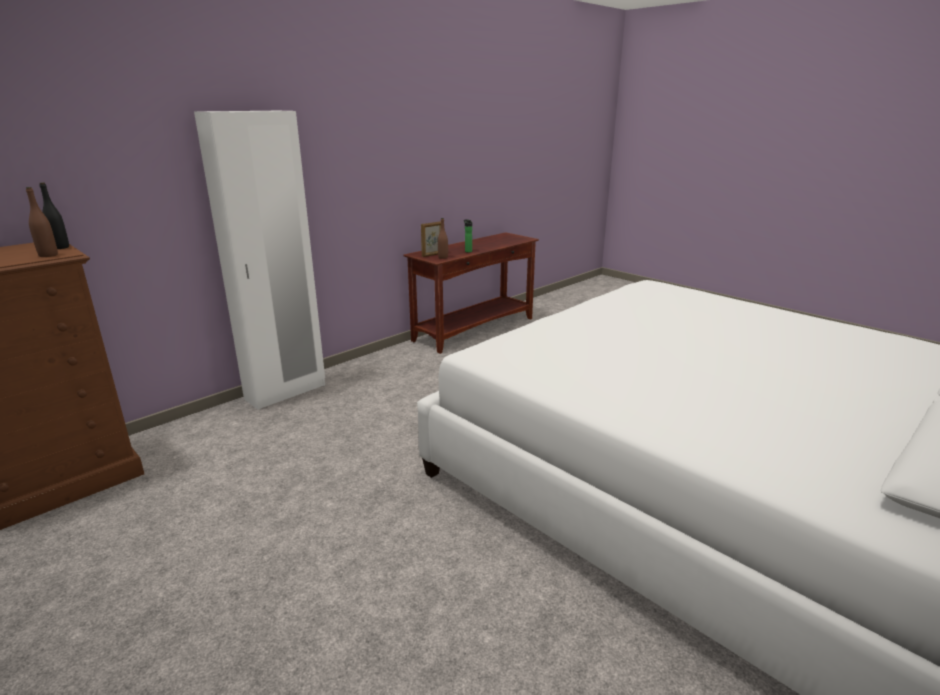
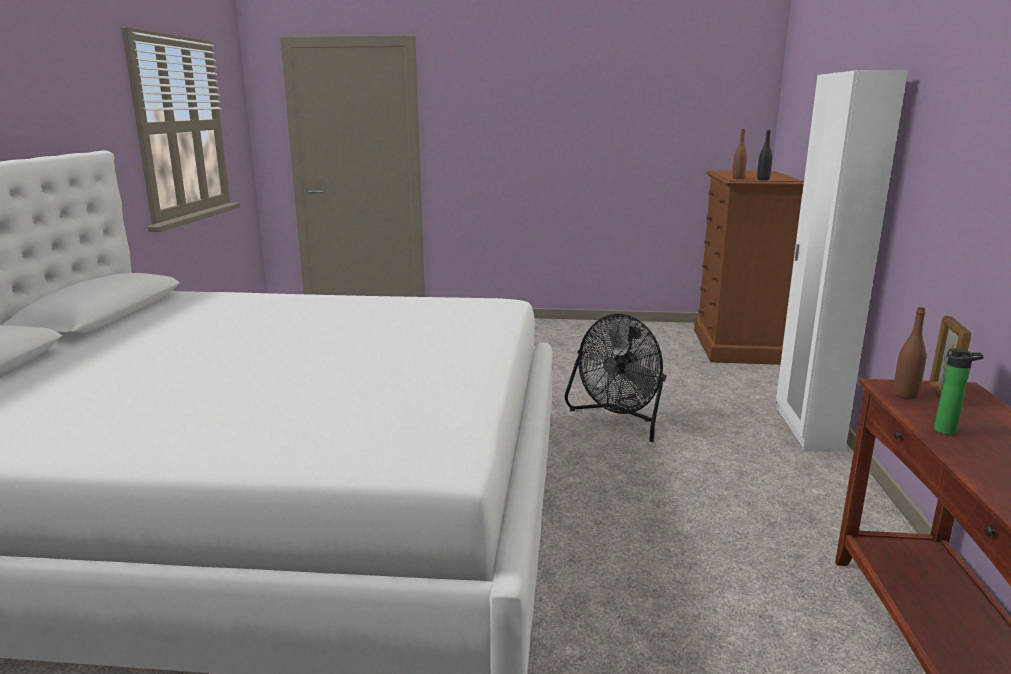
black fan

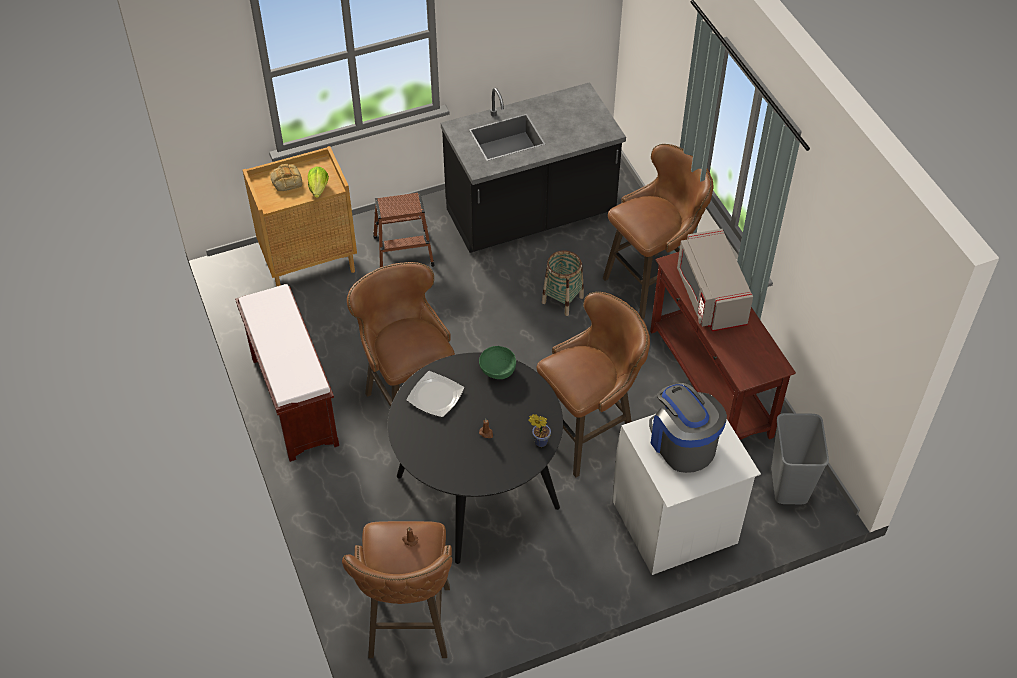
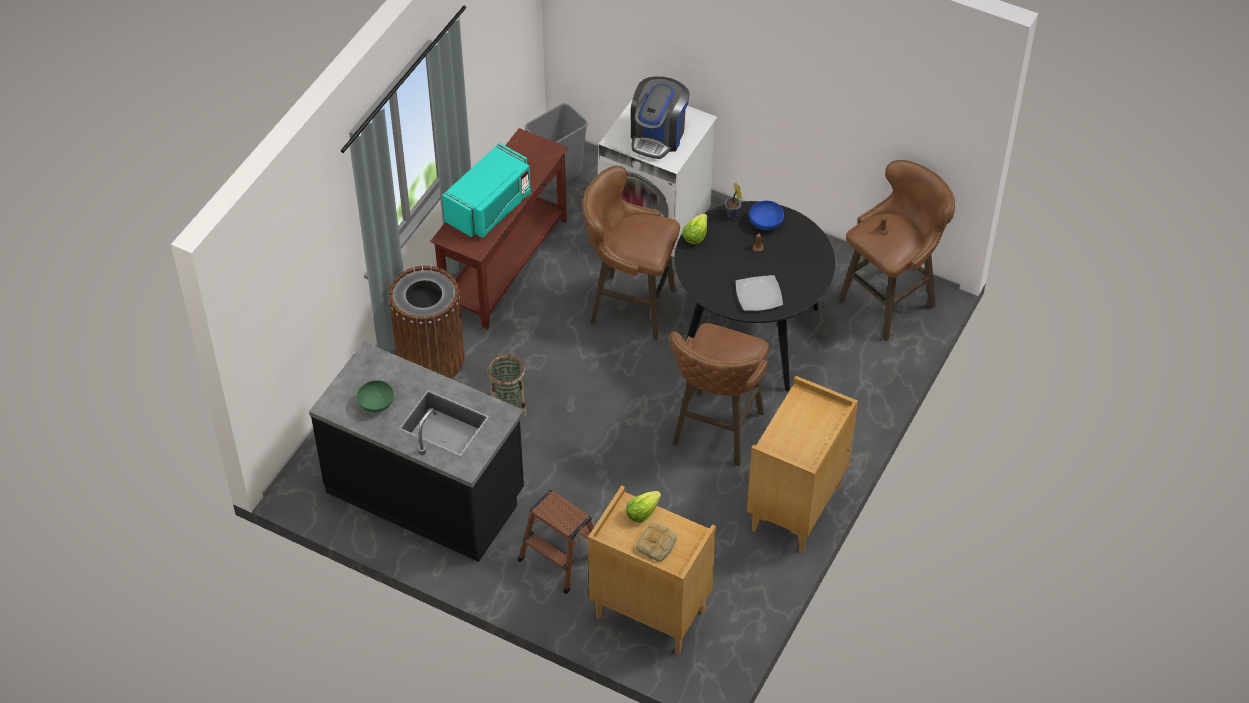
brown-coloured trash can
blue-green microwave
brown-coloured cabinet (no. 2 from left)
green bowl
bluish bowl
lettuce (no. 2 from left)

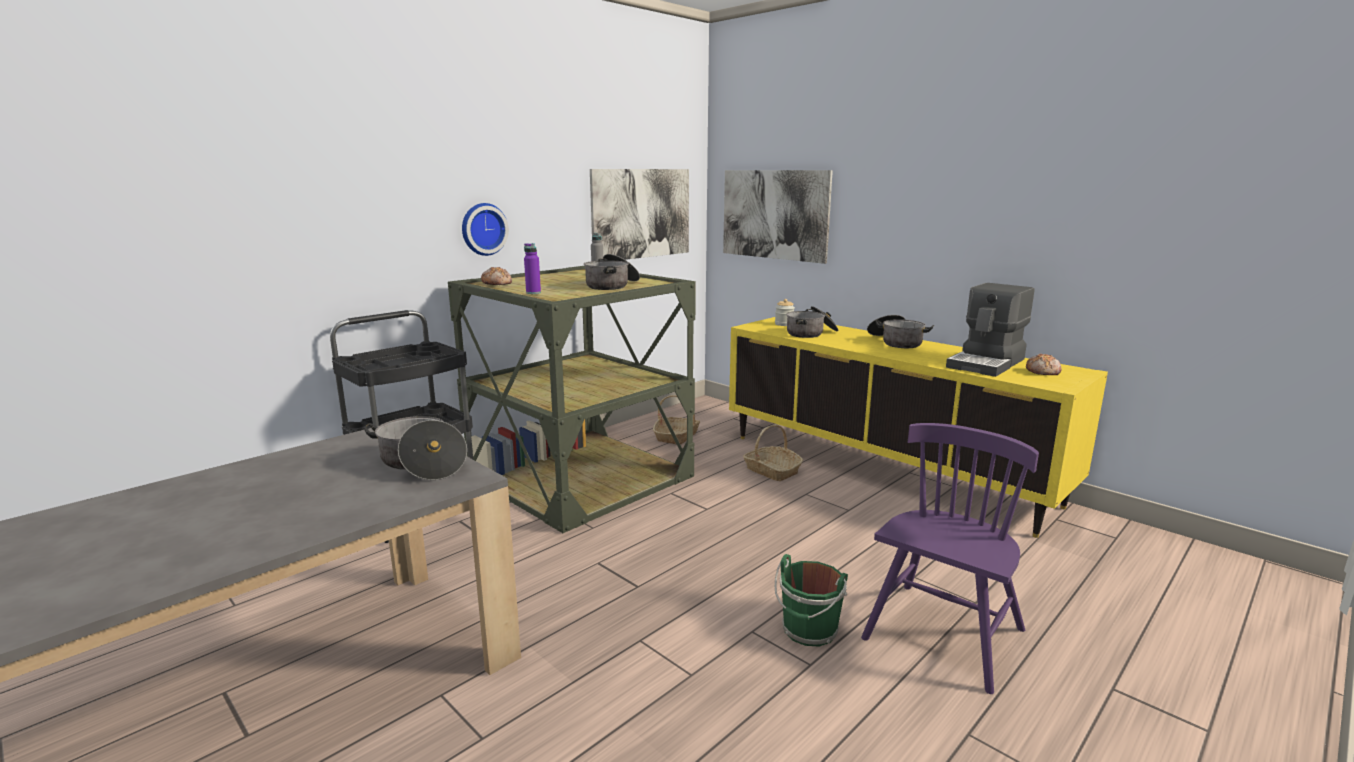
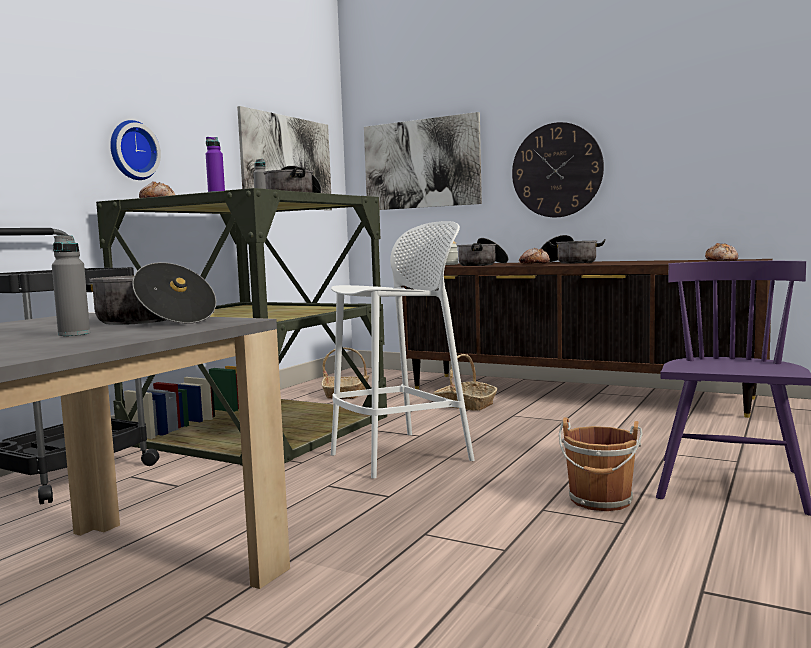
coffee maker
brown-coloured cabinet
brown-coloured water bucket
wall clock (no. 2 from left)
white-coloured stool
greyish beverage bottle (no. 1 from left)
baked bread (no. 2 from left)

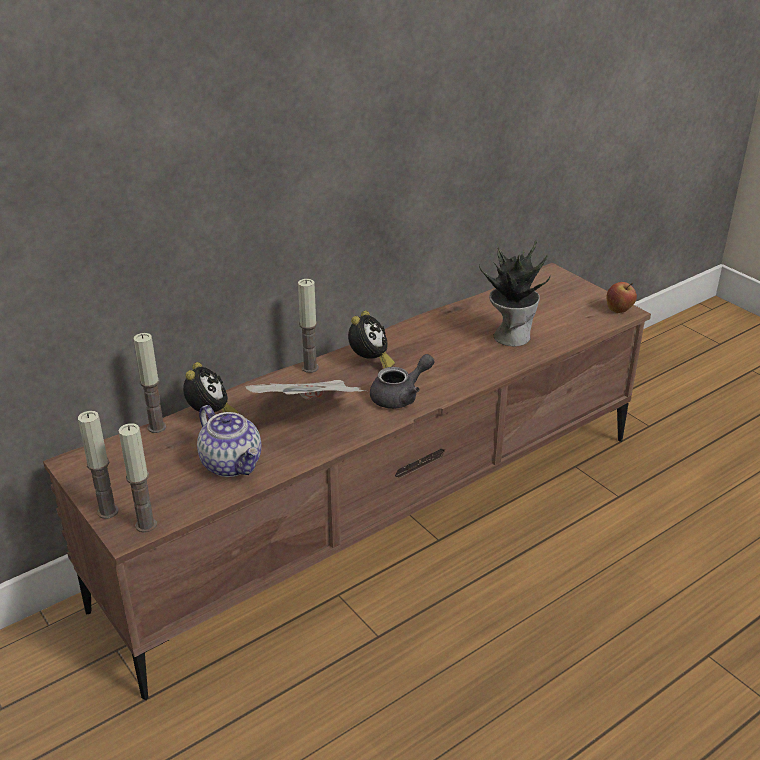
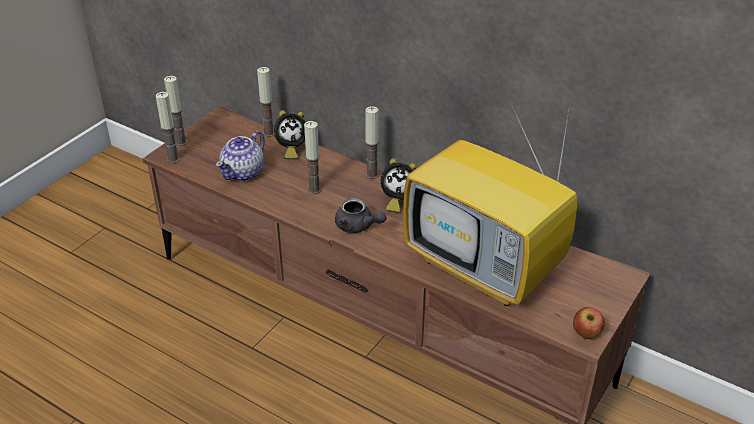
TV
wax light (no. 4 from left)

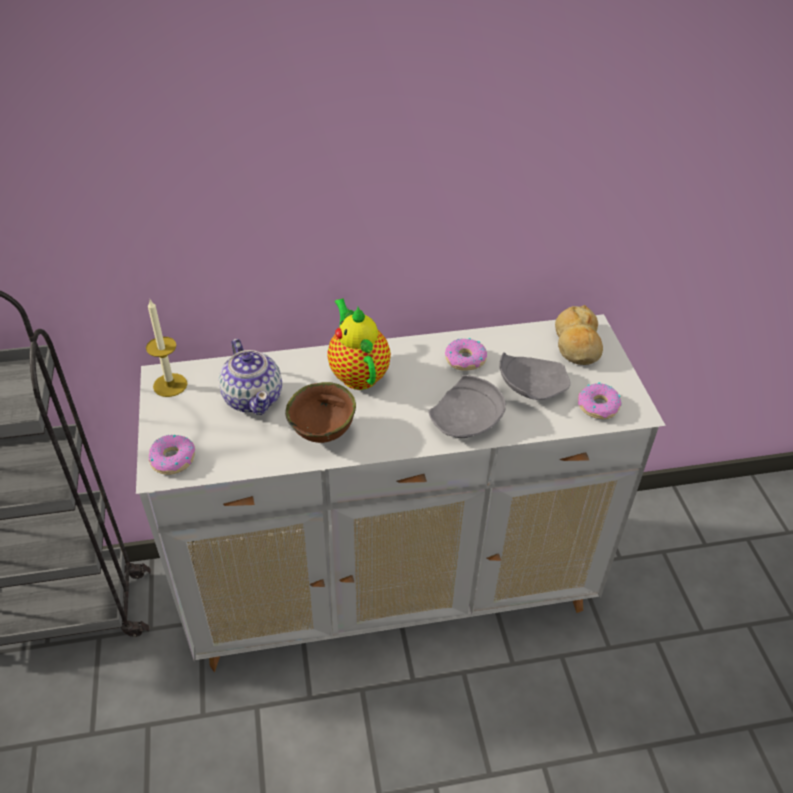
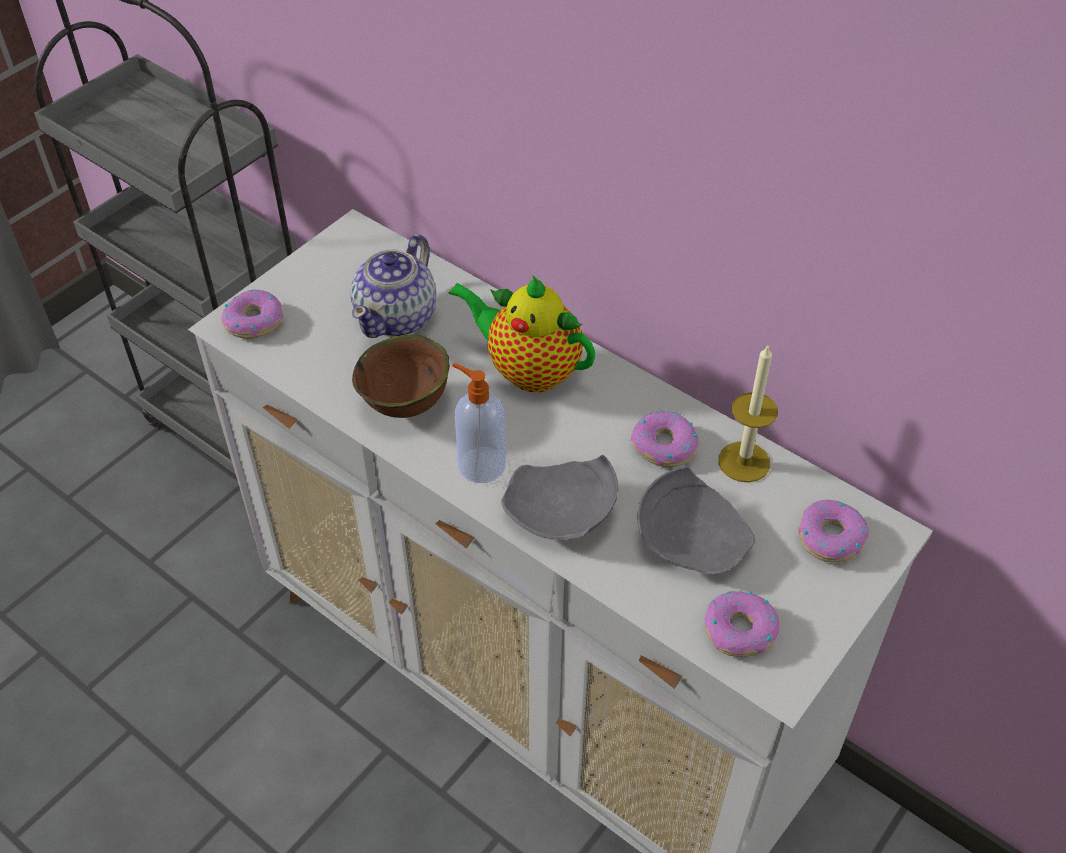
teapot (no. 2 from left)
wax light
ring doughnut (no. 4 from left)
liquid soap bottle

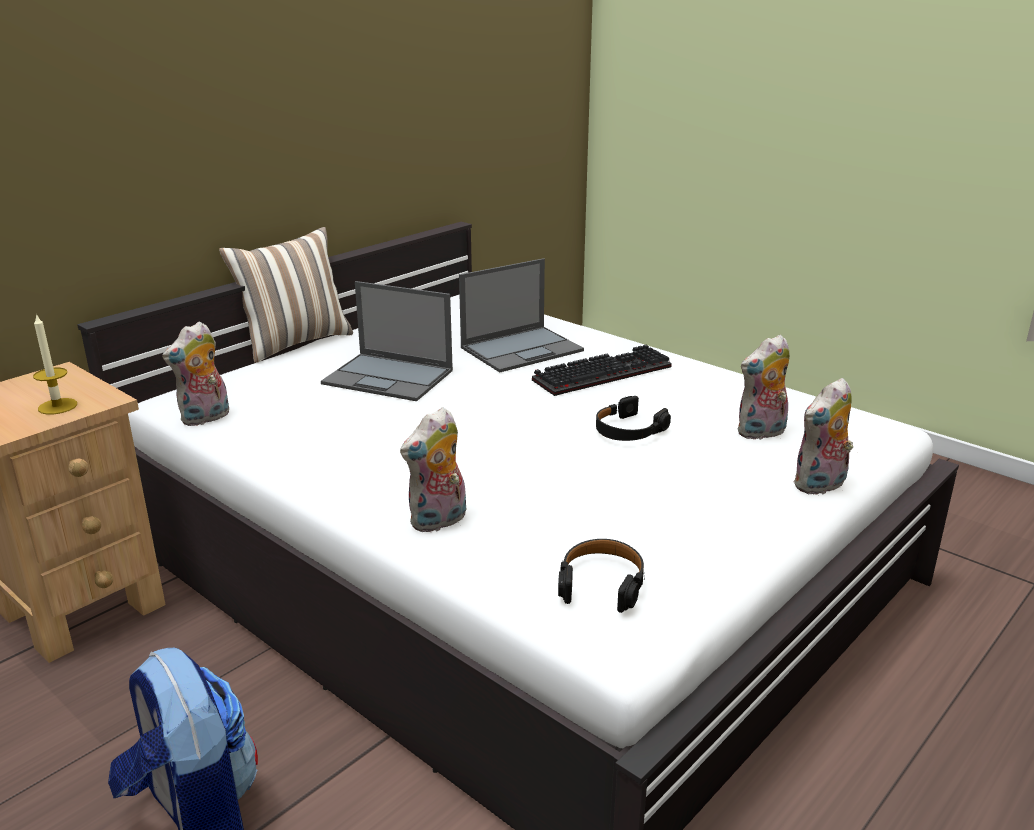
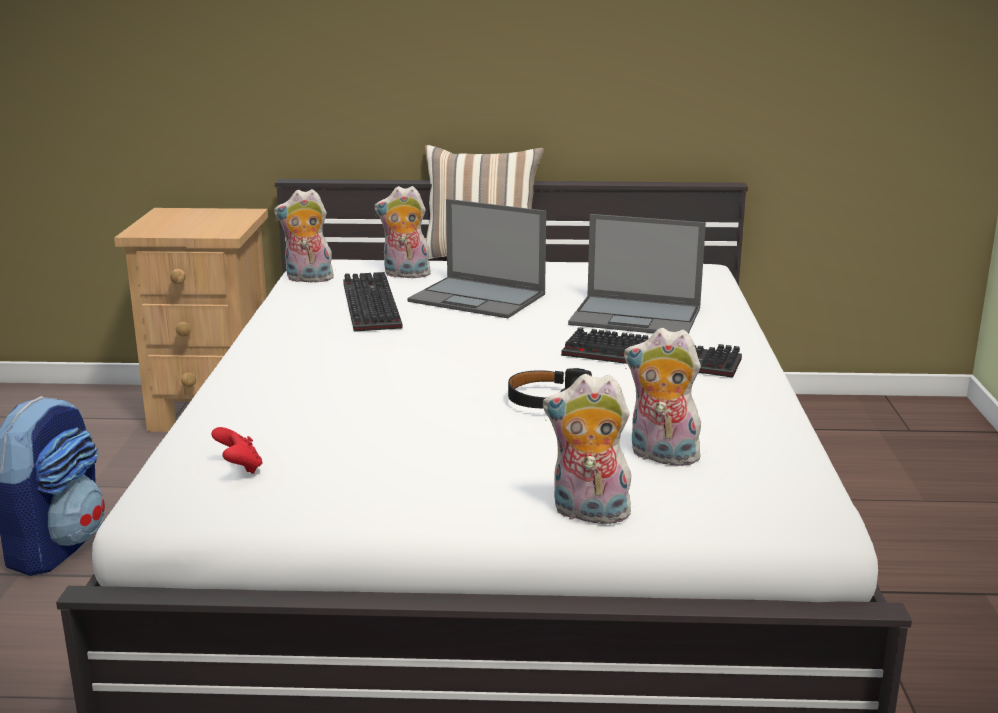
laptop (no. 1 from left)
wax light
plush toy (no. 2 from left)
reddish joypad
keyboard (no. 1 from left)

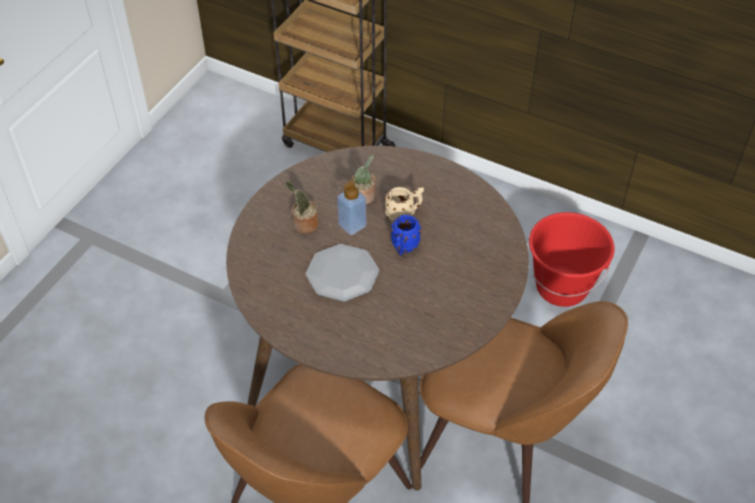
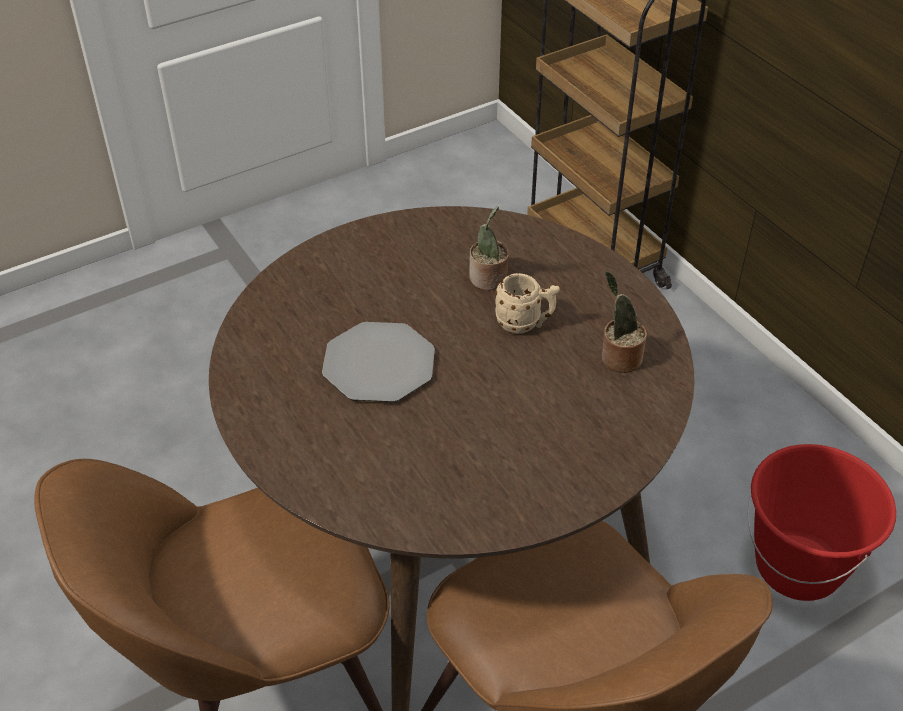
liquid soap bottle
houseplant (no. 2 from left)
bluish tea mug

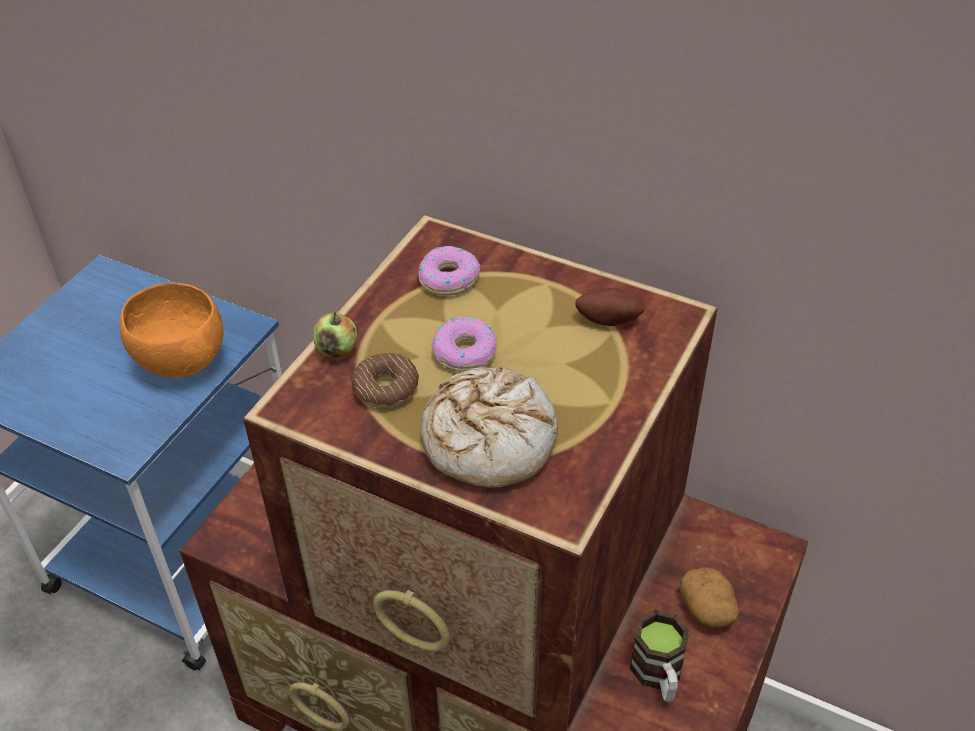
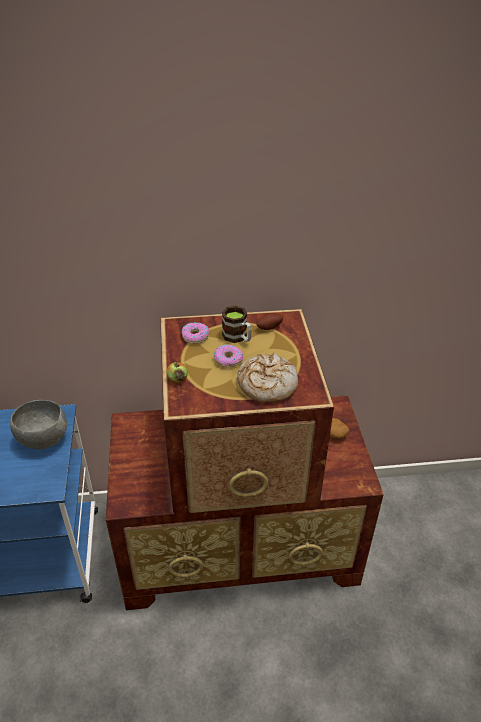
greyish bowl
ring doughnut (no. 1 from left in the first image)
tea mug

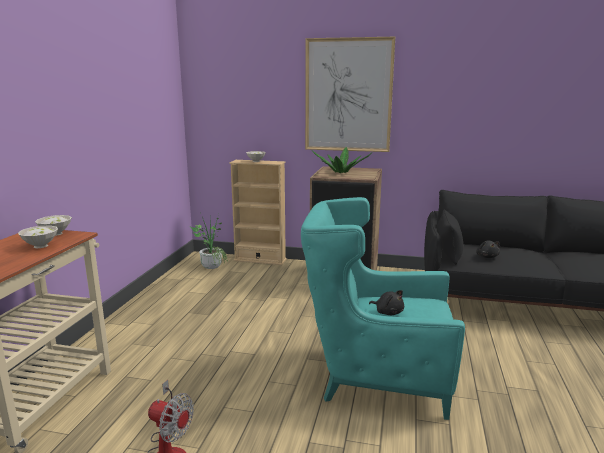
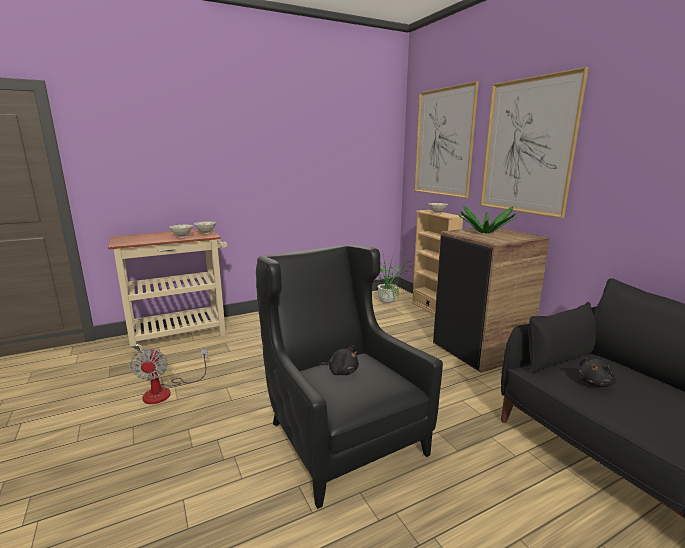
black lounge chair
black plush toy (no. 1 from left)
wall picture (no. 1 from left)

